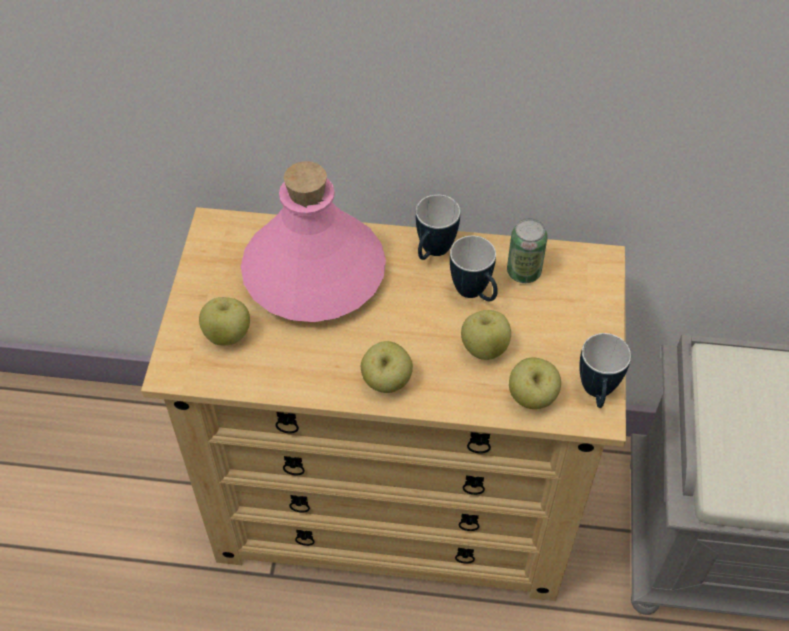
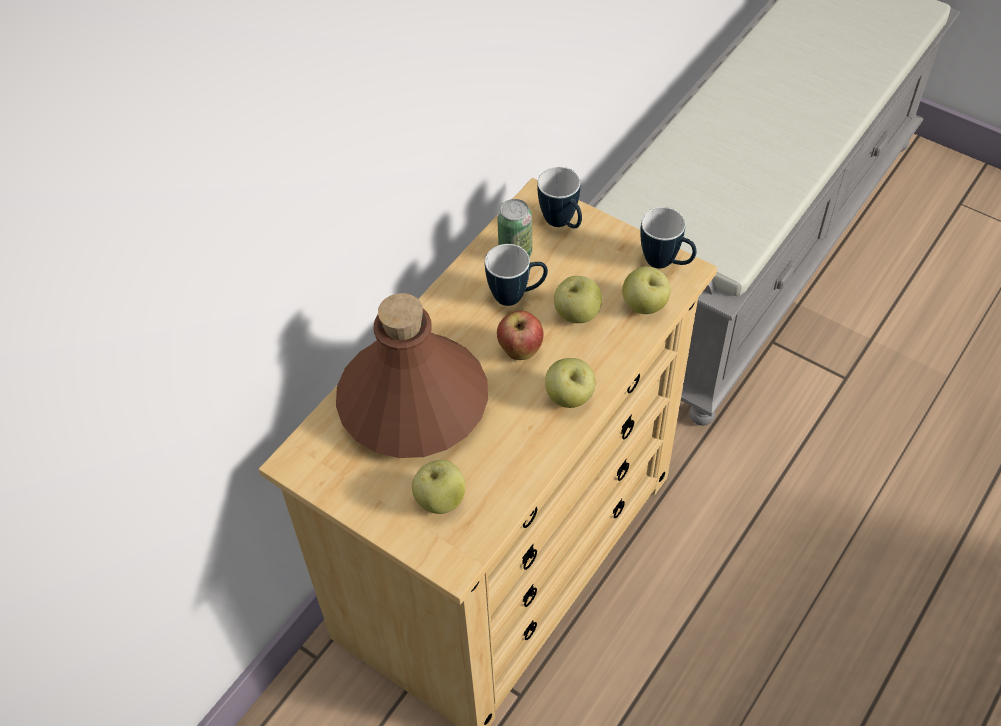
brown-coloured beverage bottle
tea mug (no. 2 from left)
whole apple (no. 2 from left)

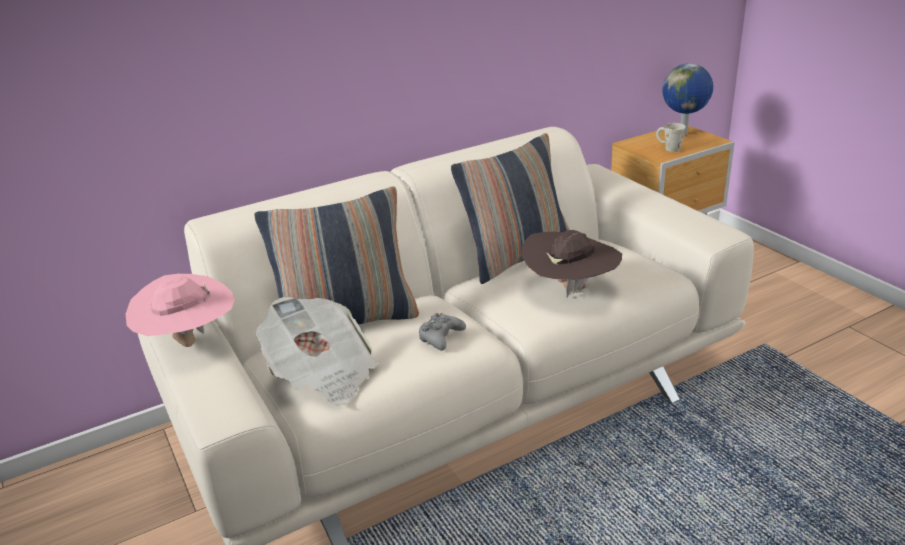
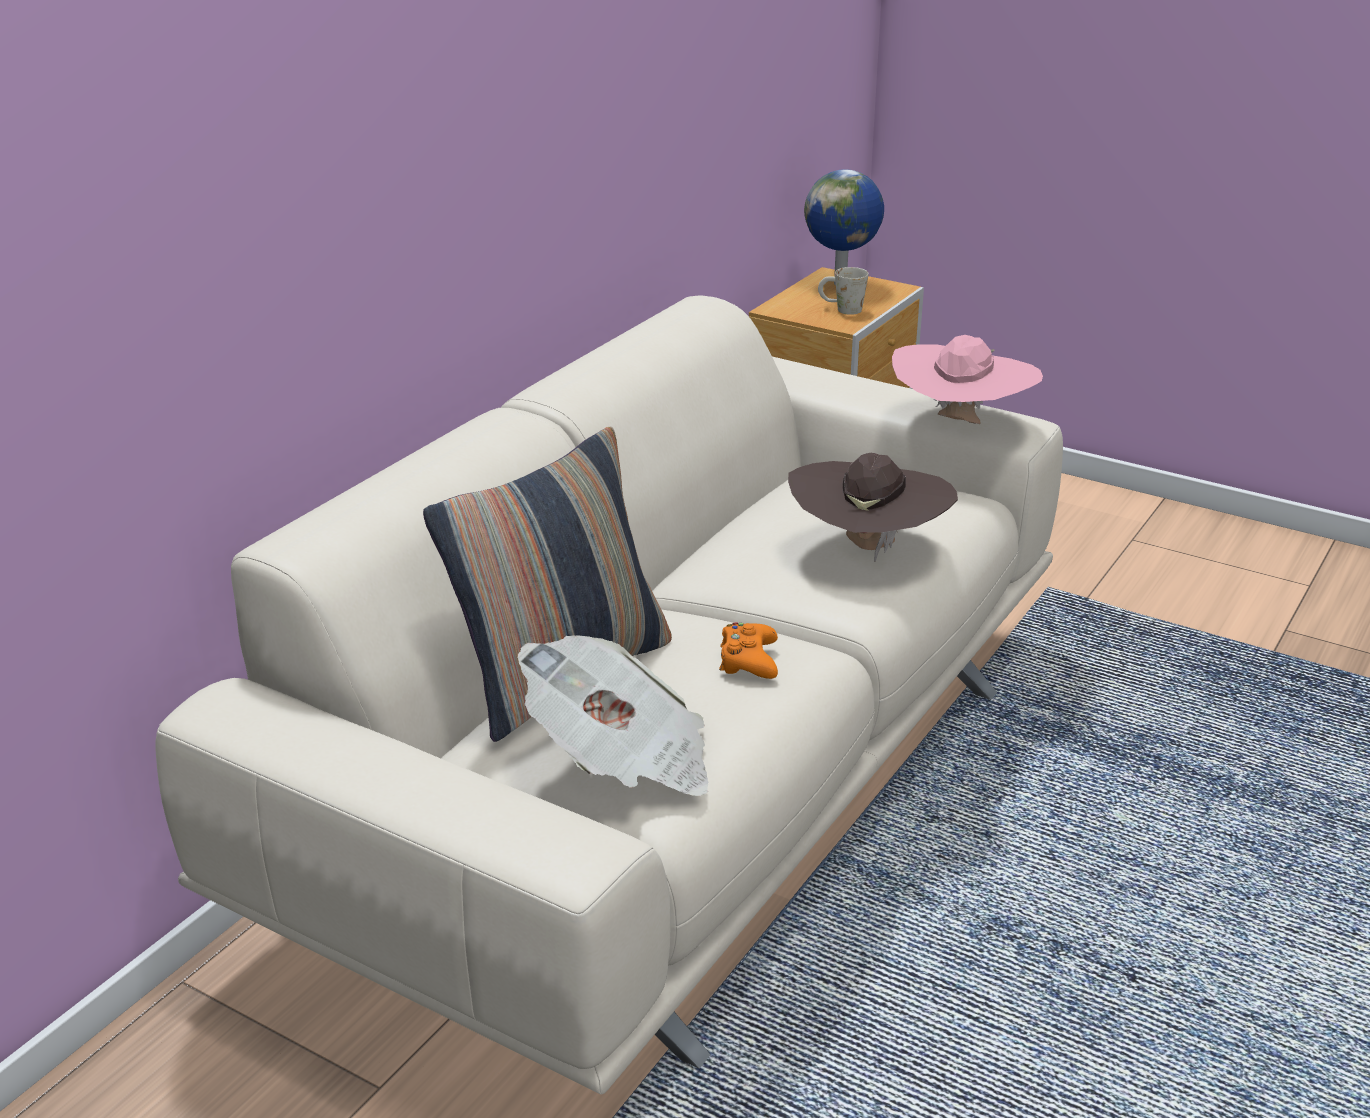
cushion (no. 2 from left in the first image)
pinkish hat
orange-coloured joypad

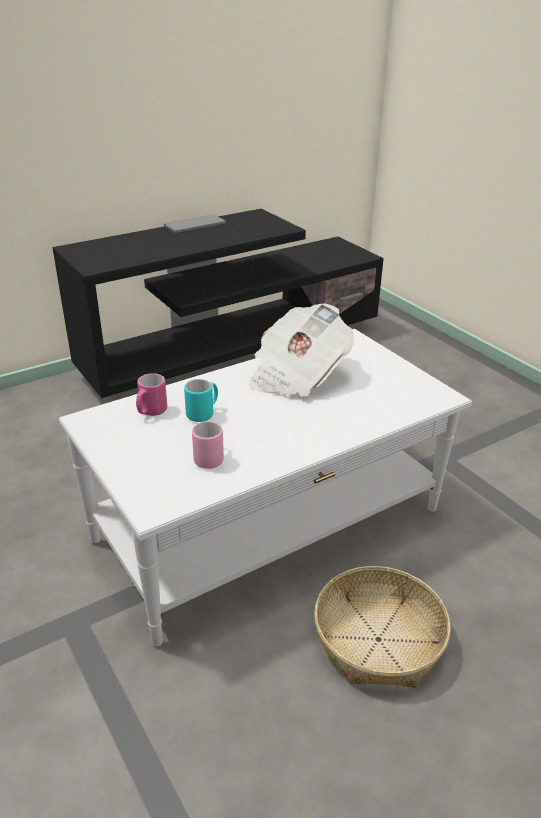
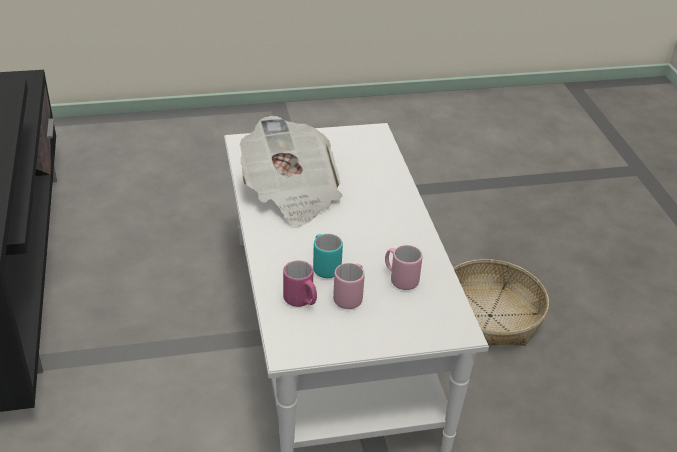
pinkish tea mug (no. 2 from left)

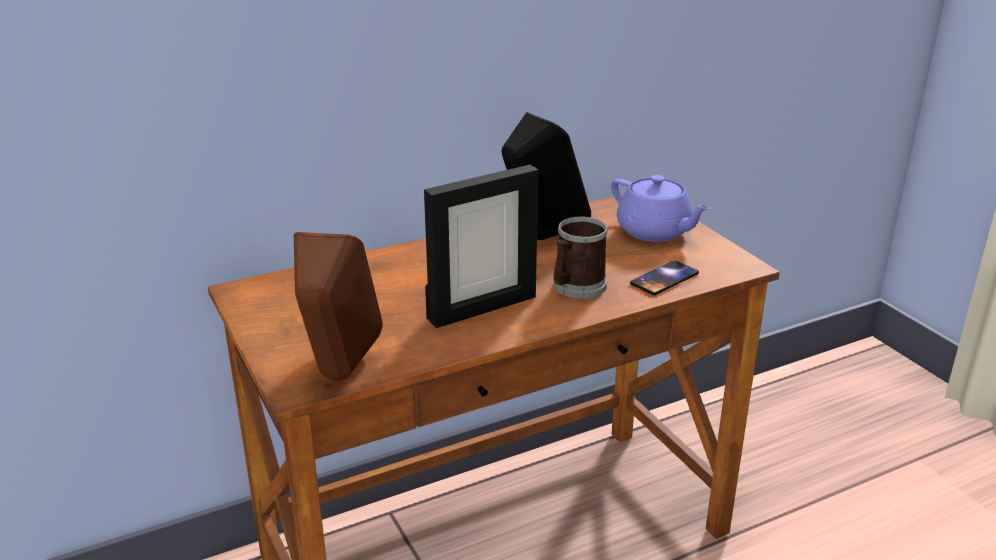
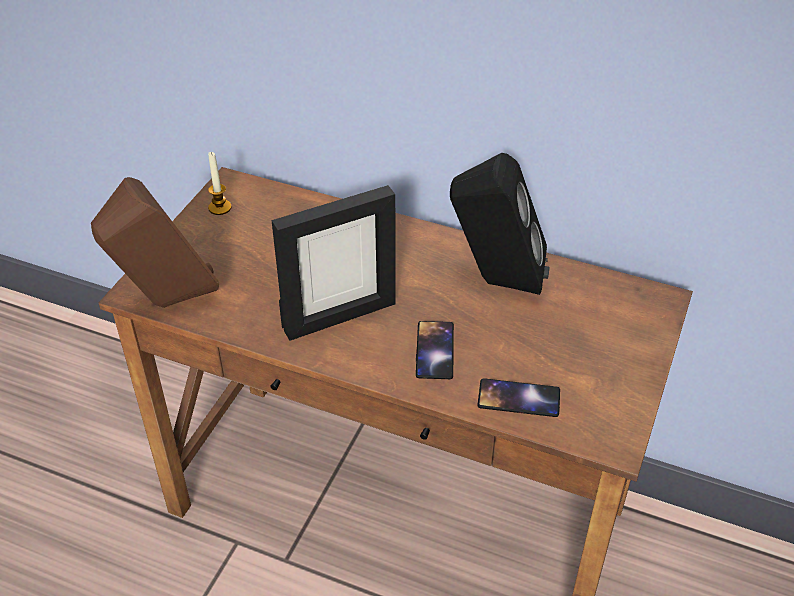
picture frame
purple teapot
handset (no. 1 from left)
wax light

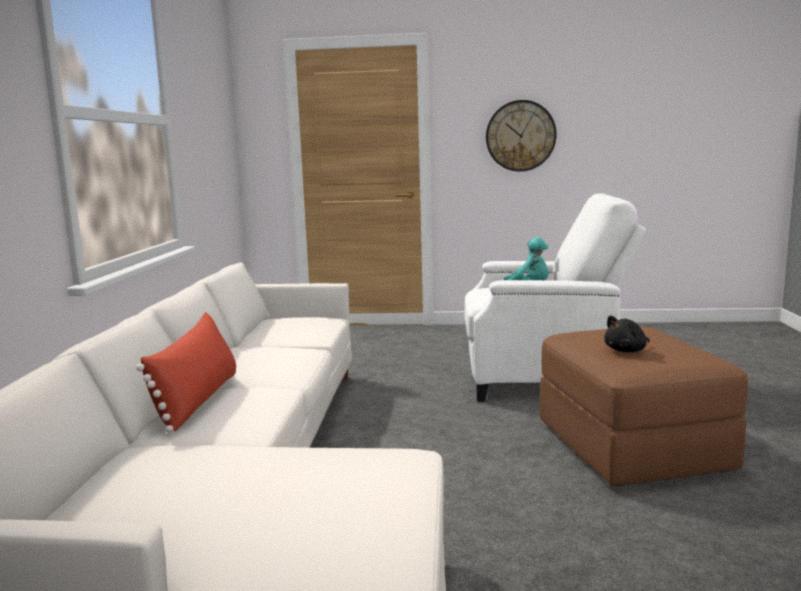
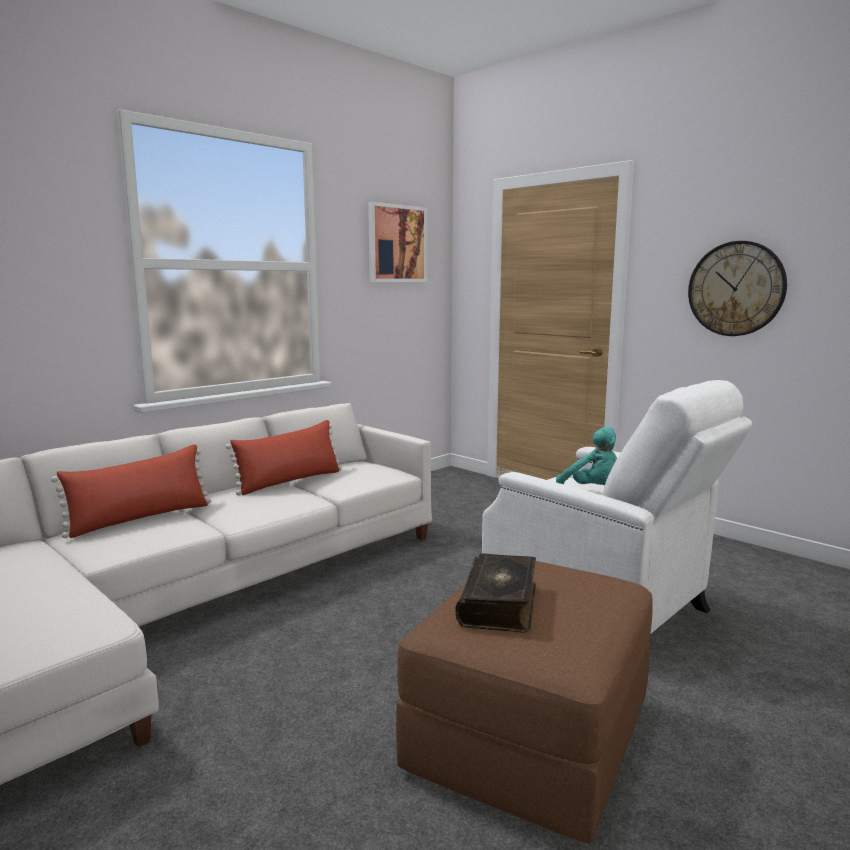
volume
wall picture
reddish cushion (no. 2 from left)

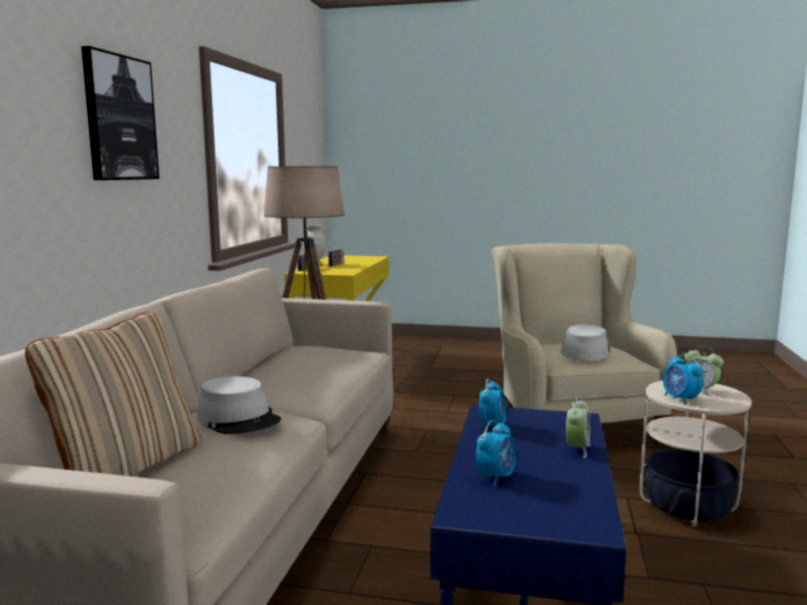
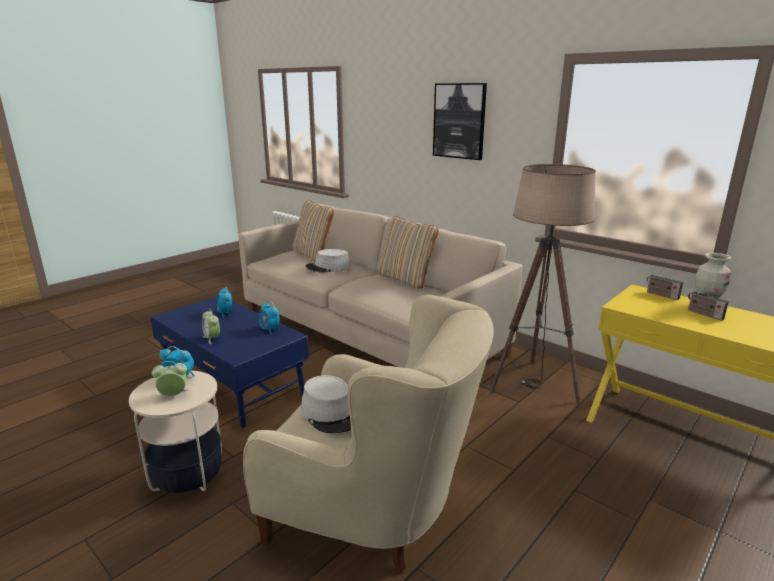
sand-coloured cushion (no. 2 from left)

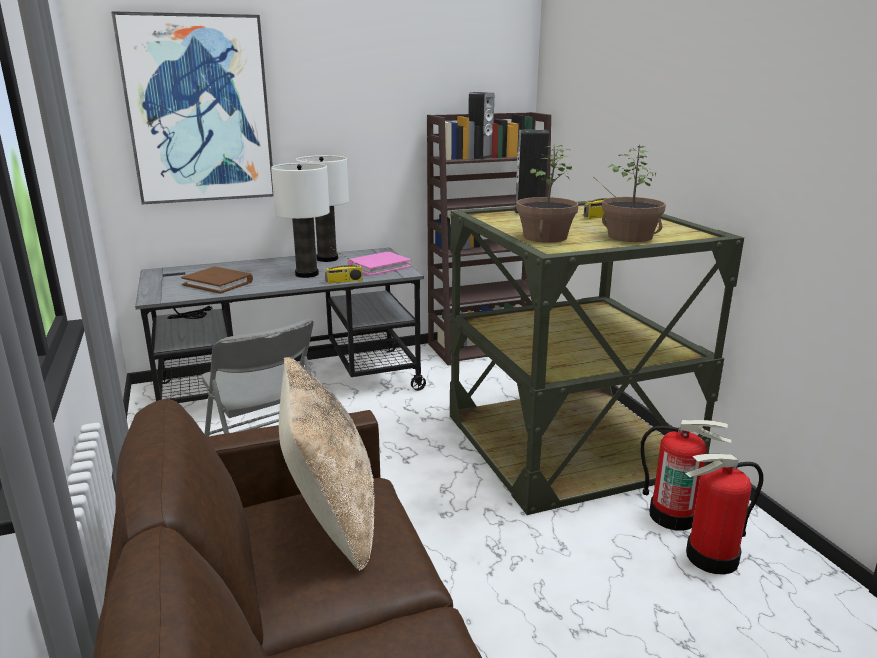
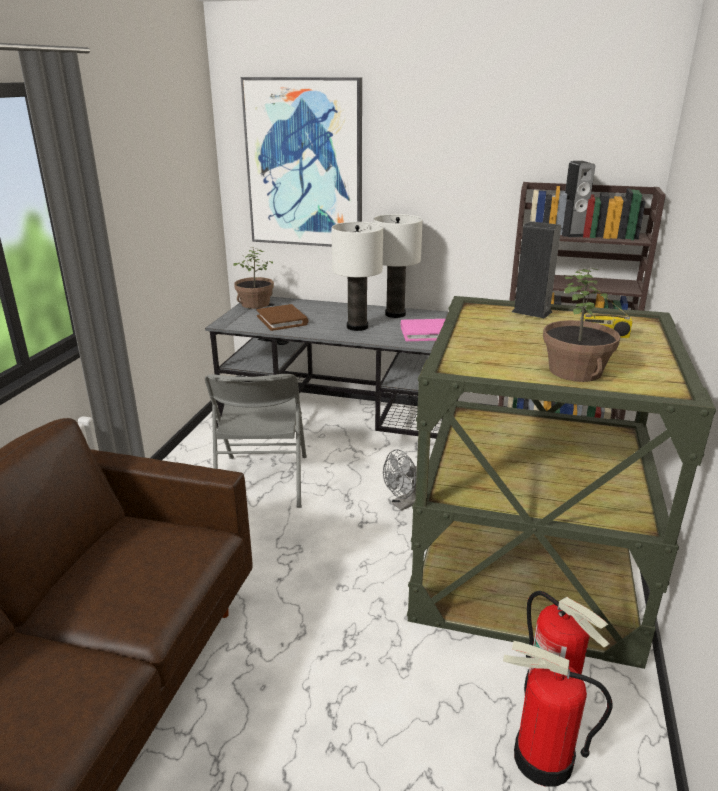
houseplant (no. 1 from left)
radio set (no. 1 from left in the first image)
sand-coloured cushion
greyish fan

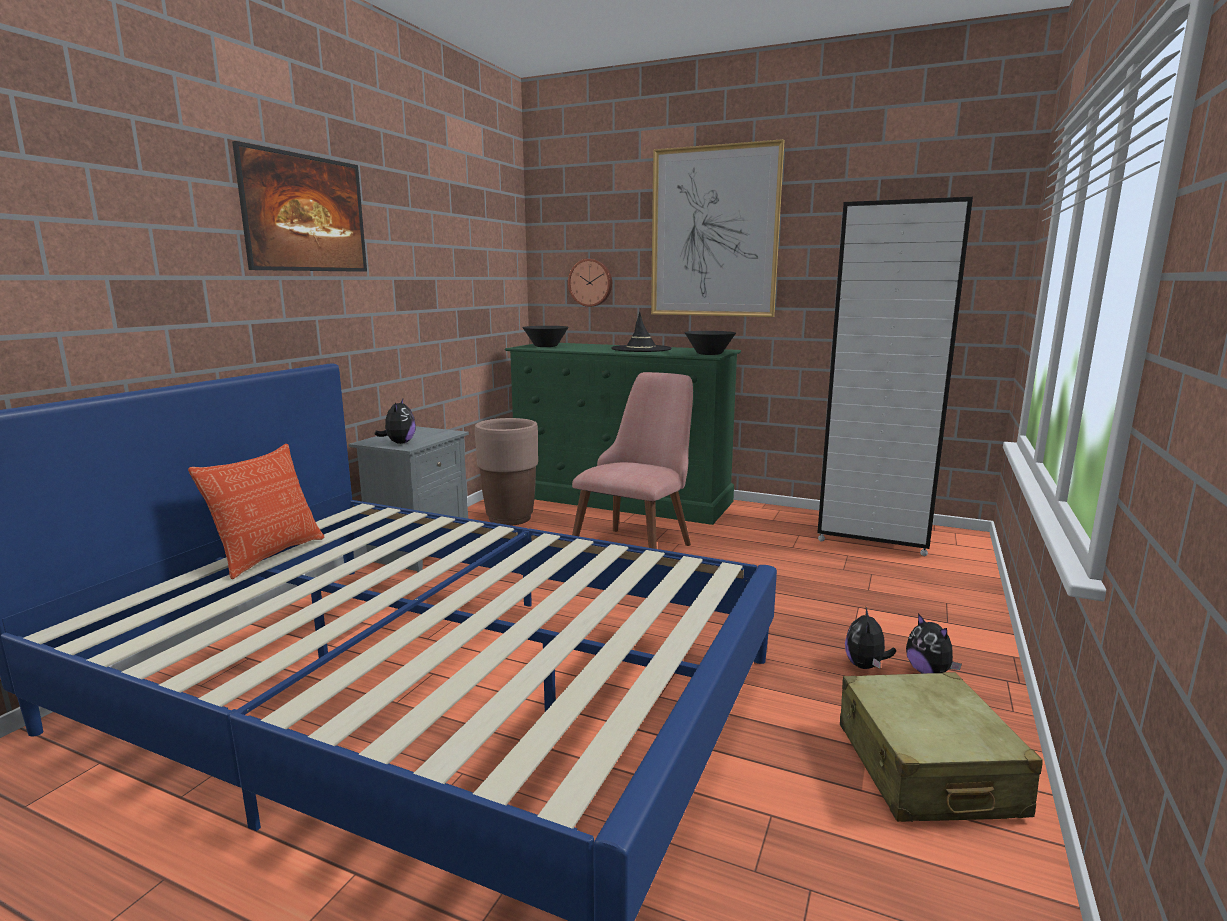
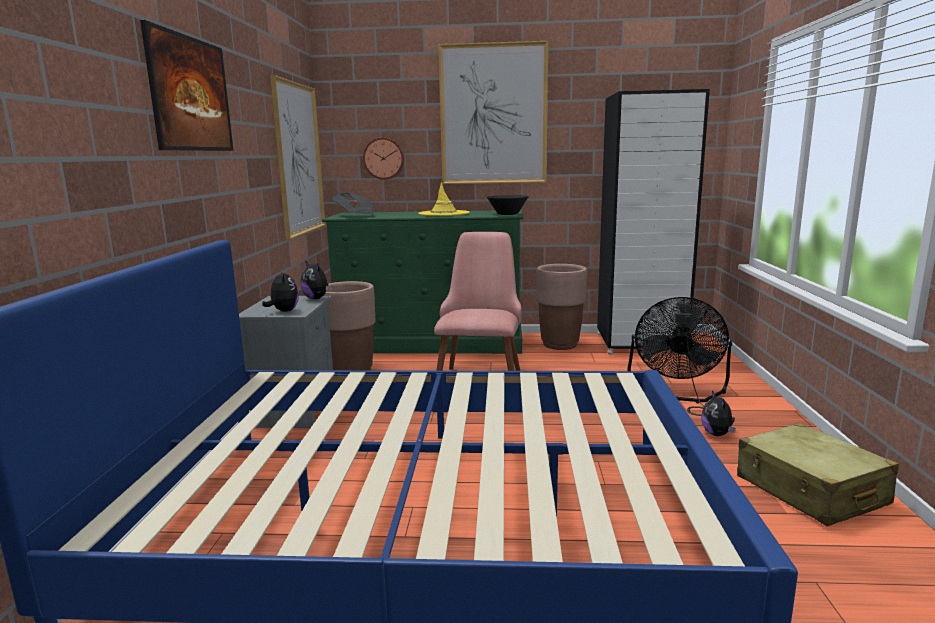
yellow-coloured hat
printed paper
orange-coloured cushion
plush toy (no. 2 from left)
wall picture (no. 2 from left)
brown-coloured flower pot (no. 2 from left)
black fan

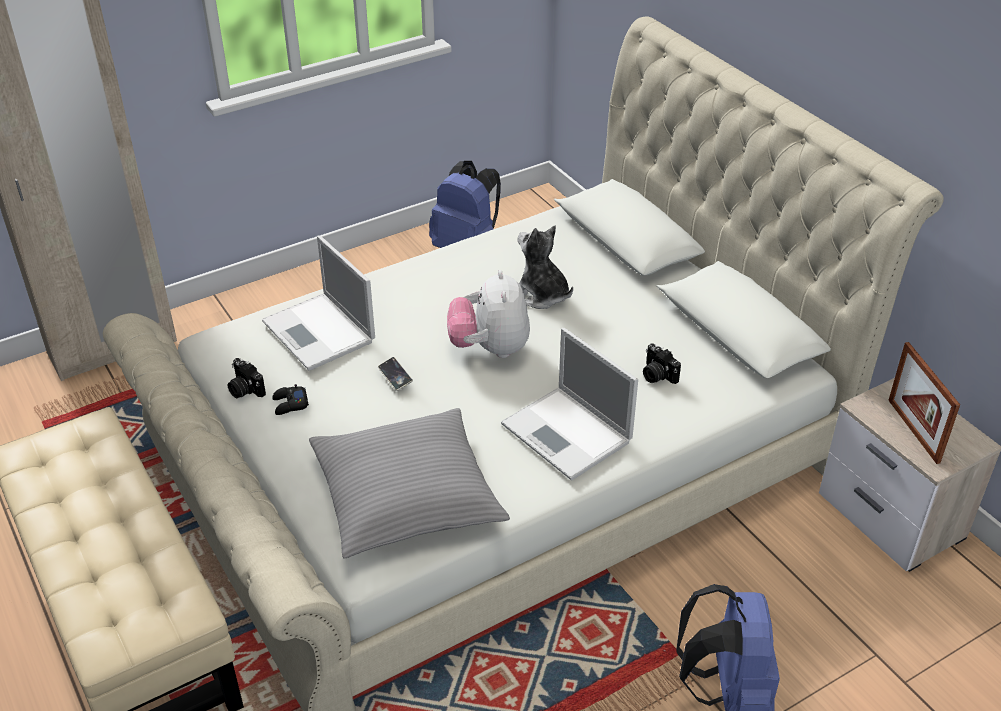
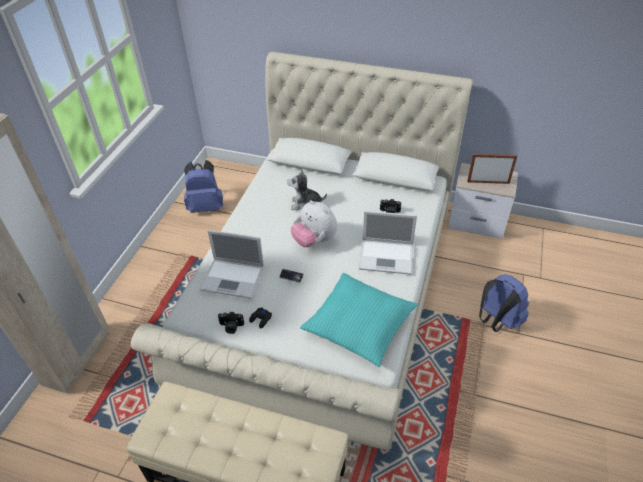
picture frame
blue-green cushion

